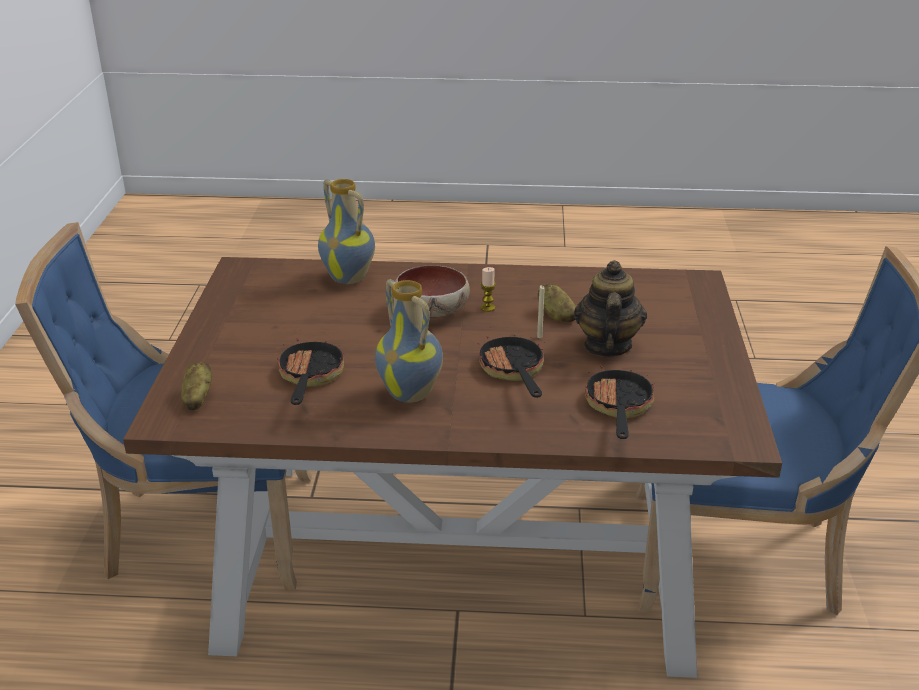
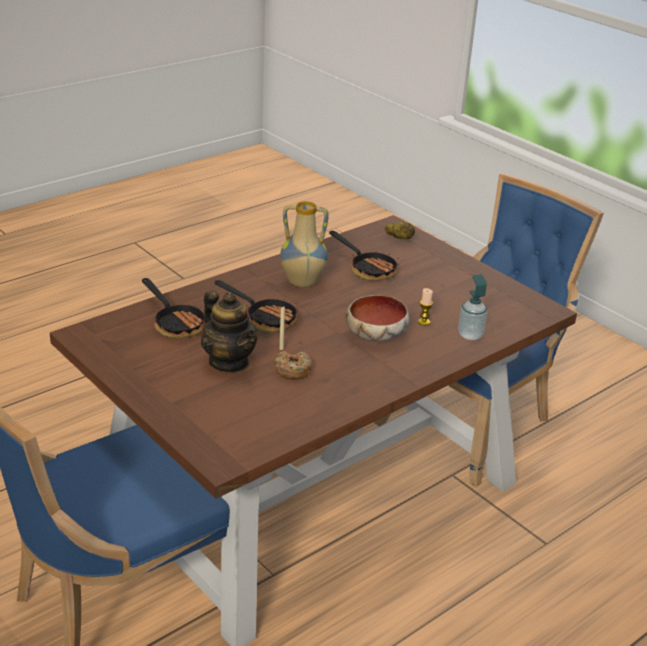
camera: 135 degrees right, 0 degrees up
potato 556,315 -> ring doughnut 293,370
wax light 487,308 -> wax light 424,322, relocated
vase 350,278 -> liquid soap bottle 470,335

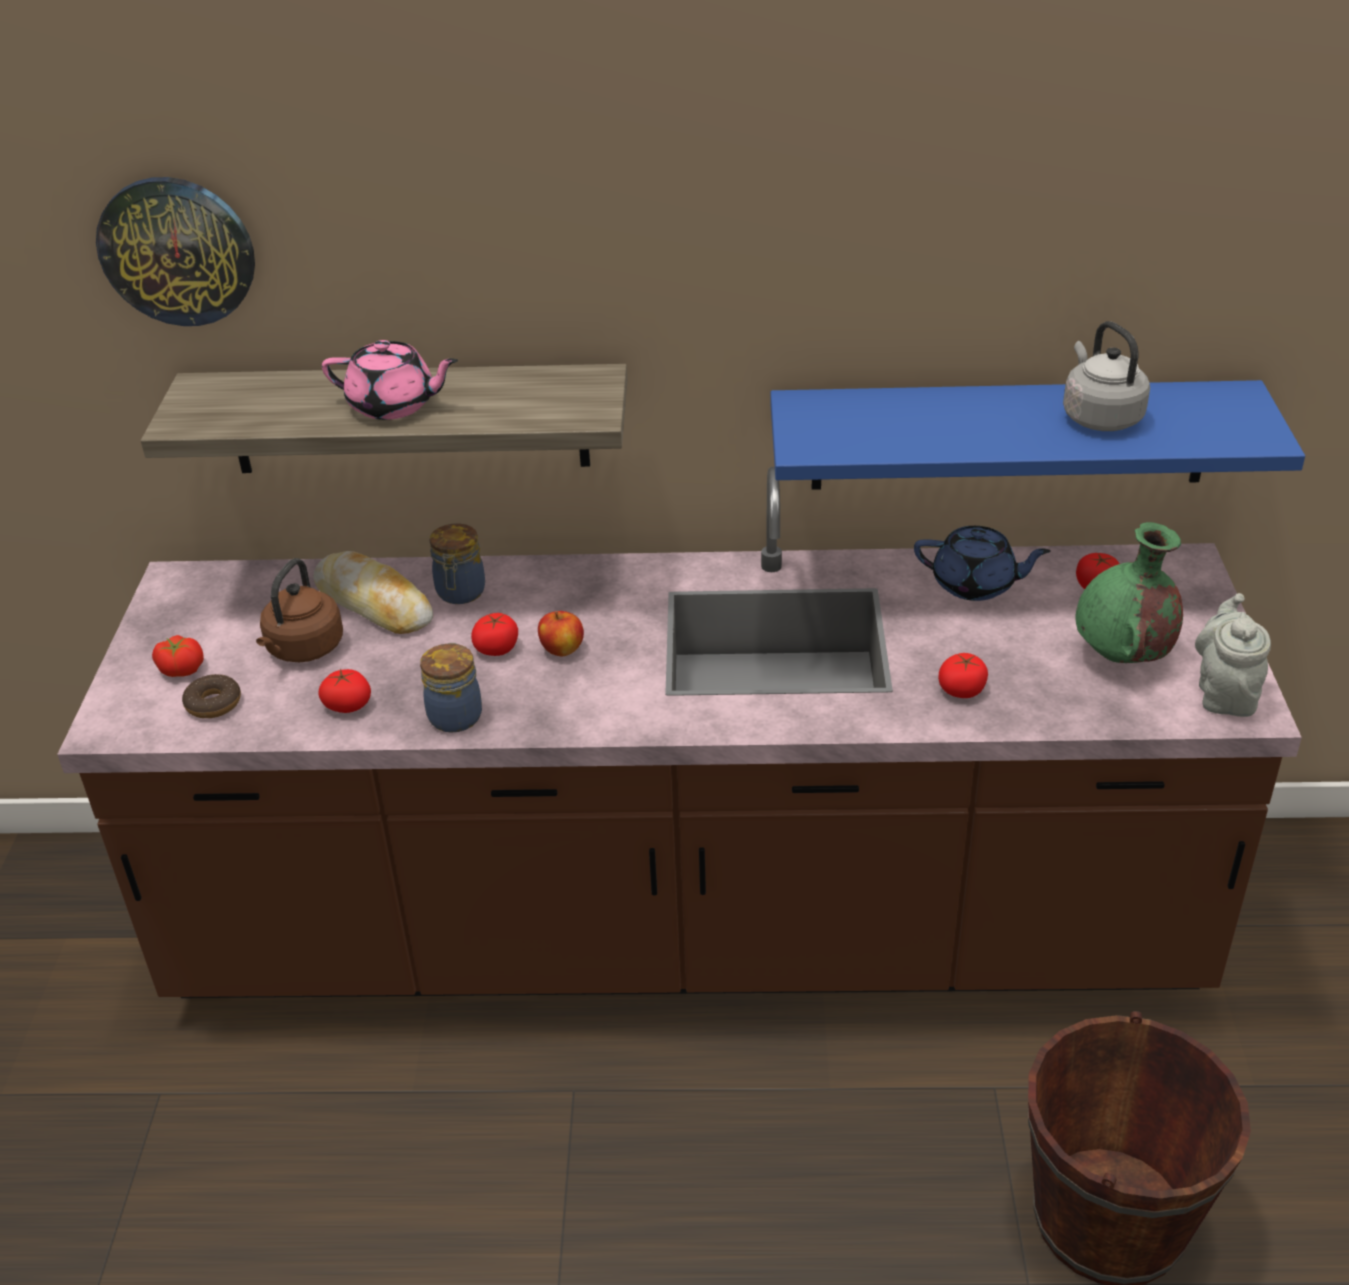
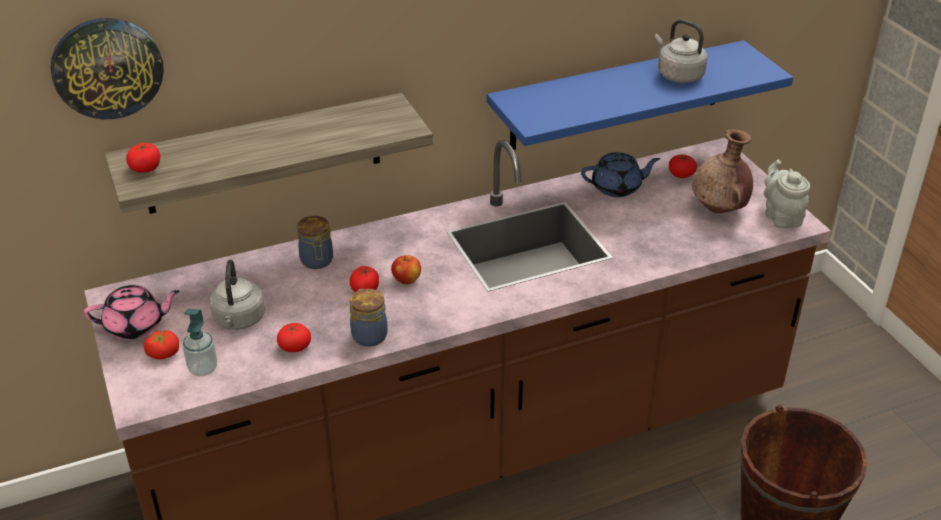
camera: 25 degrees left, 0 degrees up
pot for tea in pink 394,405 -> pot for tea in pink 136,326, relocated
fresh tomato 962,689 -> fresh tomato 145,168, relocated
ring doughnut 213,703 -> liquid soap bottle 203,369
tea kettle in brownish 303,650 -> tea kettle in gray 239,320
vase in green 1122,657 -> vase in brownish 719,210
bread 374,604 -> none

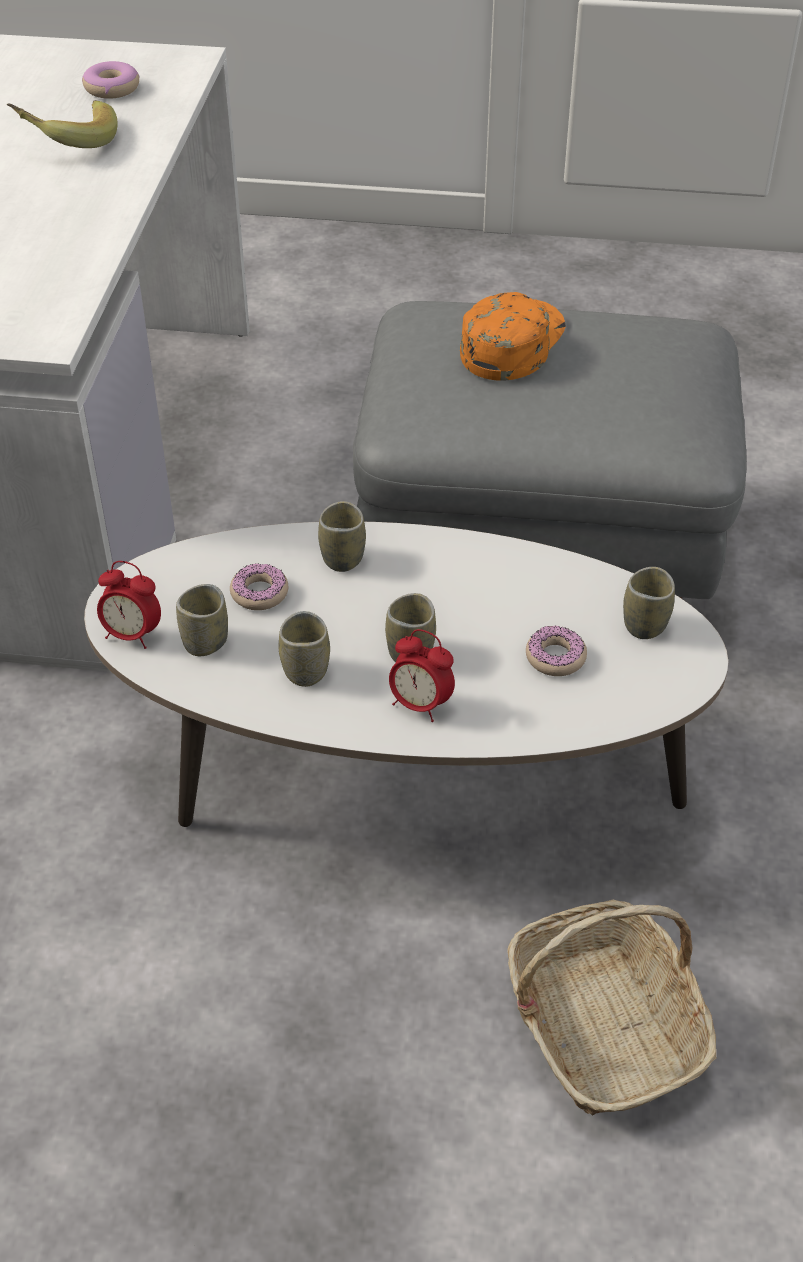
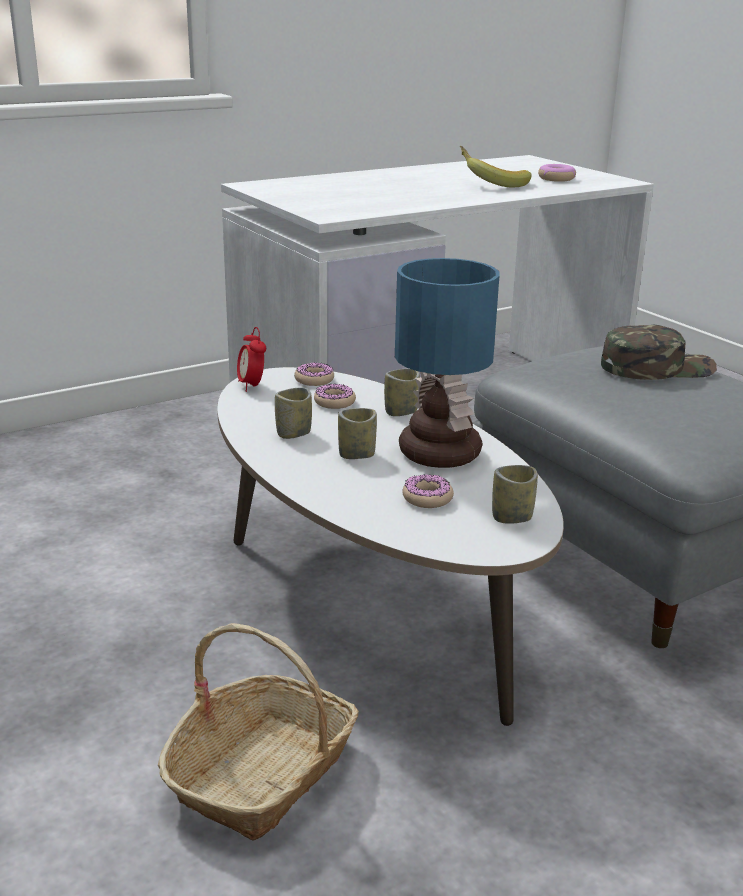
camera: 50 degrees right, 20 degrees down
none -> ring doughnut 314,380
none -> table lamp 436,452
cap in orange 511,343 -> cap in green 656,367
drinking cup 205,642 -> none
table clock 420,704 -> none

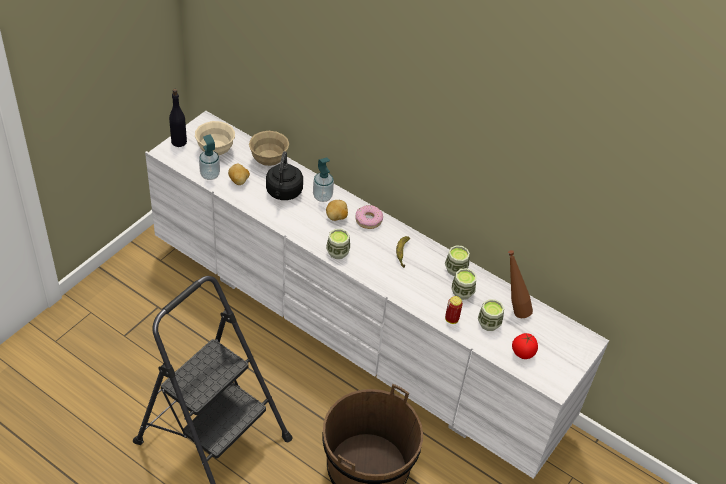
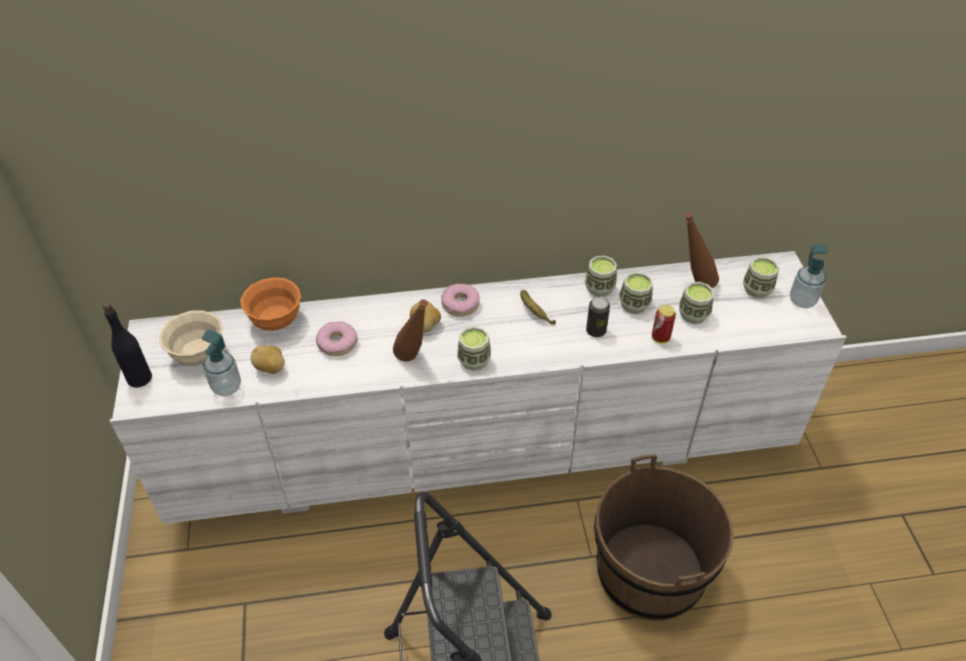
camera: 40 degrees left, 0 degrees up
serving bowl in sand-coloured 268,160 -> serving bowl in orange 276,321
tea kettle in blackish 283,193 -> ring doughnut 337,343
none -> bottle in brownish 414,361
none -> can 596,331
none -> drinking cup 757,289
liquid soap bottle 322,196 -> liquid soap bottle 802,301, relocated
fresh tomato 522,353 -> none

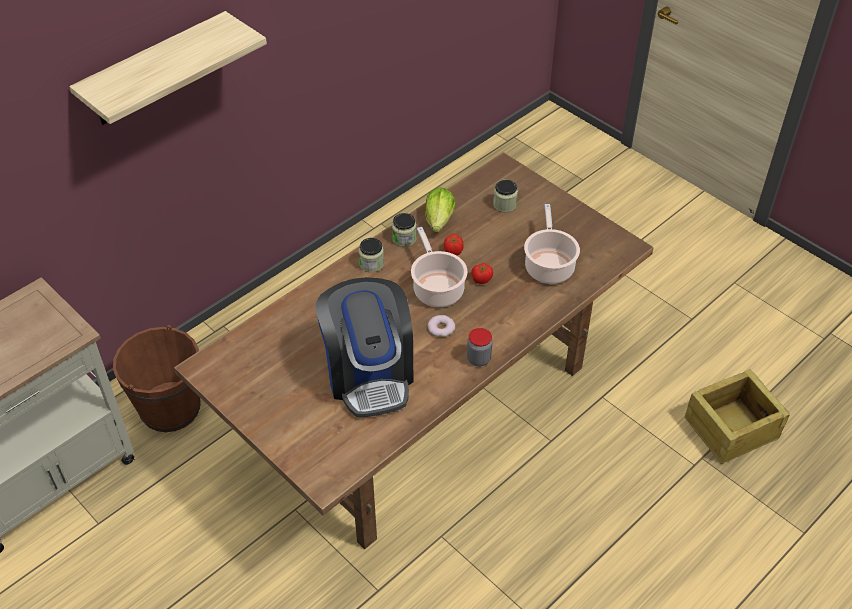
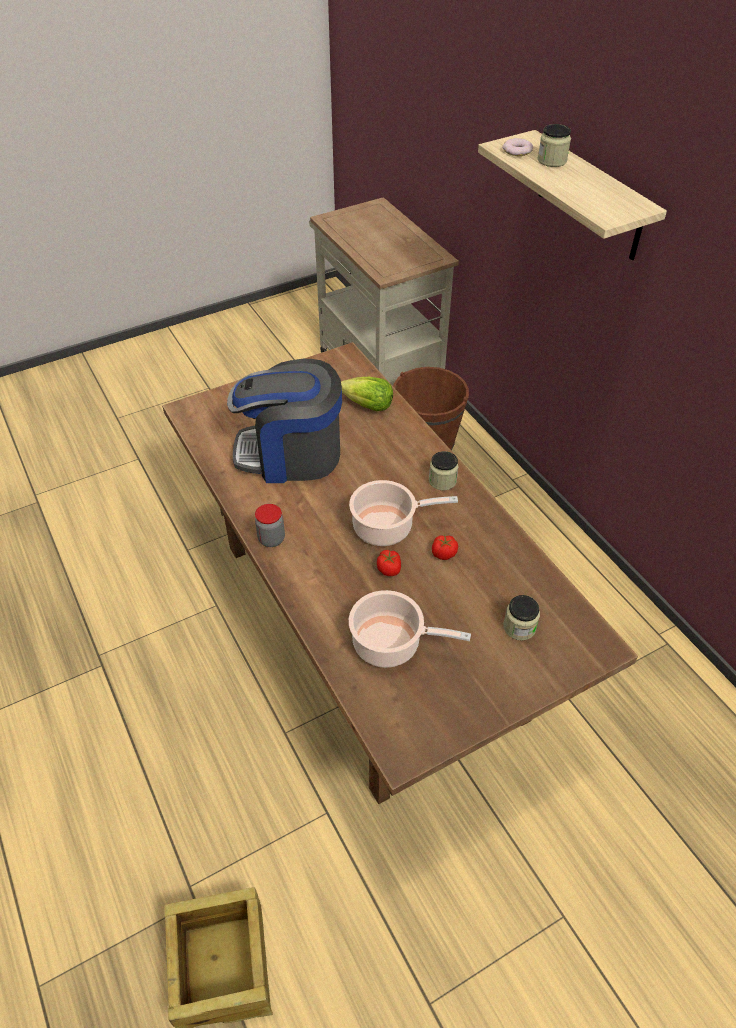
camera: 105 degrees right, 0 degrees up
lettuce 439,220 -> lettuce 368,406, relocated
ring doughnut 441,328 -> ring doughnut 517,151, relocated
storage jar 404,239 -> storage jar 552,160, relocated

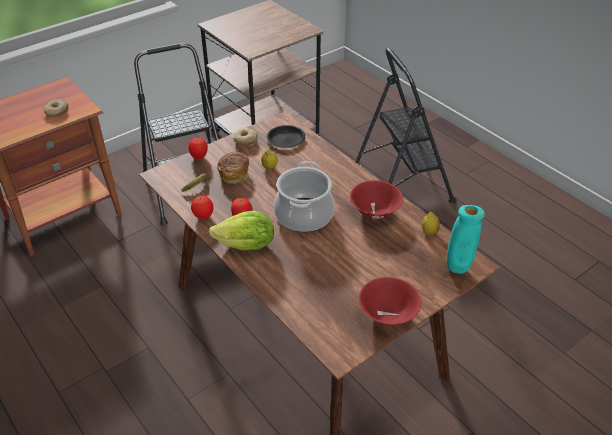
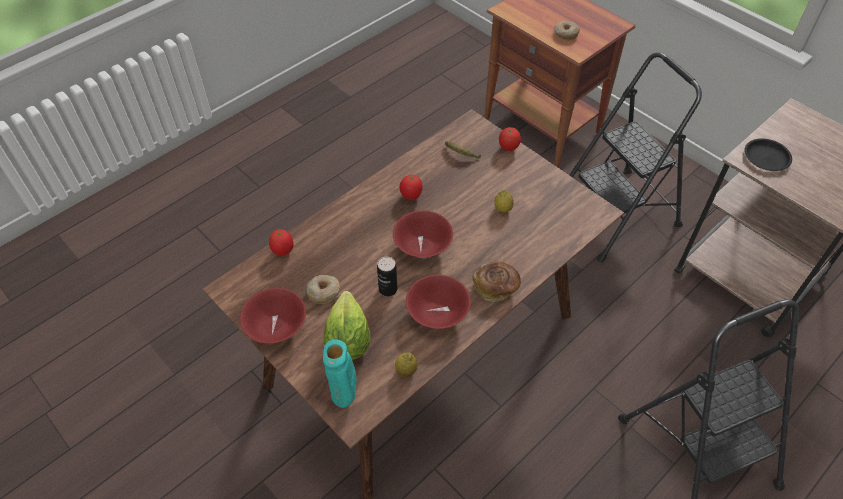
camera: 85 degrees right, 10 degrees up
fresh tomato 203,216 -> fresh tomato 283,251, relocated
ring doughnut 245,141 -> ring doughnut 323,292, relocated
lettuce 246,246 -> lettuce 348,340, relocated
none -> can 388,289
stockpot 303,215 -> serving bowl in red-coloured 423,246
bread 234,174 -> bread 496,287, relocated
dinner plate in blackish 286,139 -> dinner plate in blackish 766,157, relocated

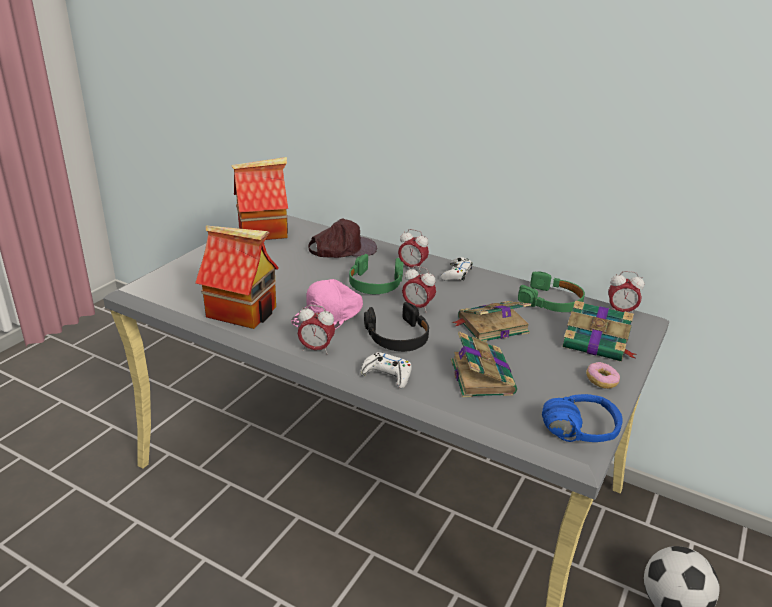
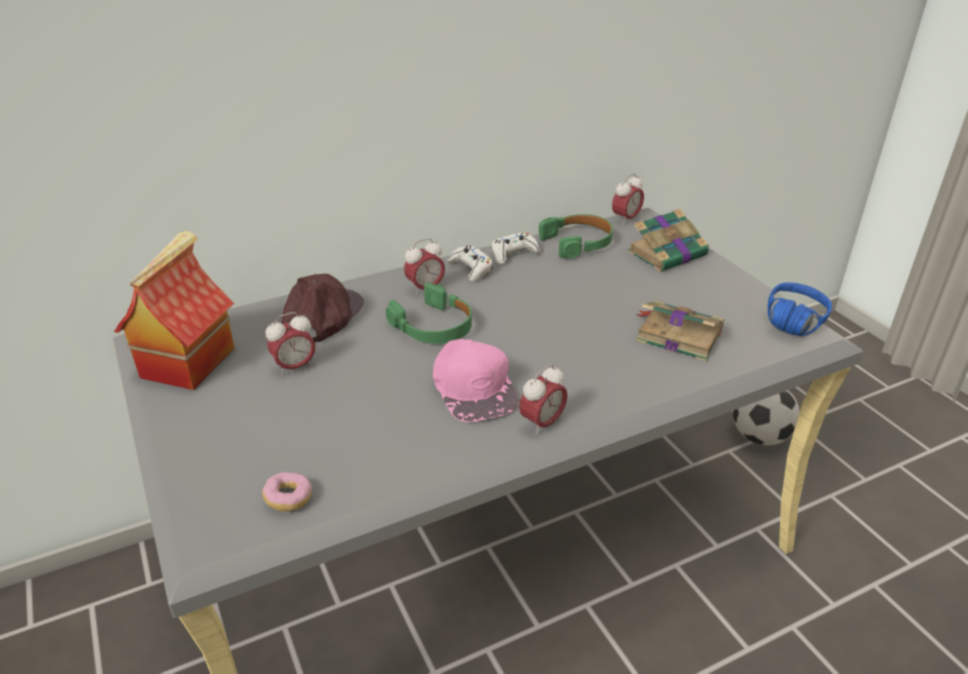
camera: 55 degrees left, 5 degrees up
ring doughnut 601,381 -> ring doughnut 289,499, relocated
table clock 417,307 -> table clock 295,367, relocated
gamepad in whitish 387,375 -> gamepad in whitish 513,254, relocated
model house 243,311 -> none
pair of headphones in blackish 397,337 -> none
volume 491,326 -> none

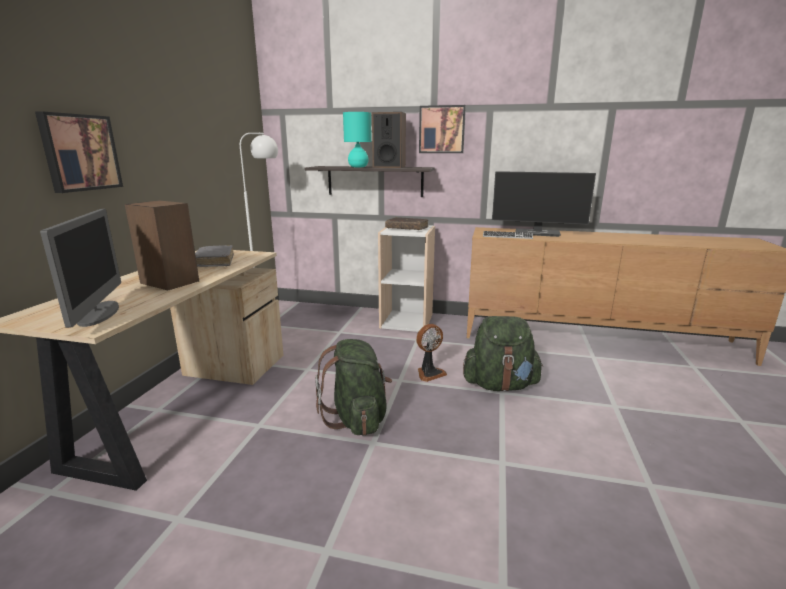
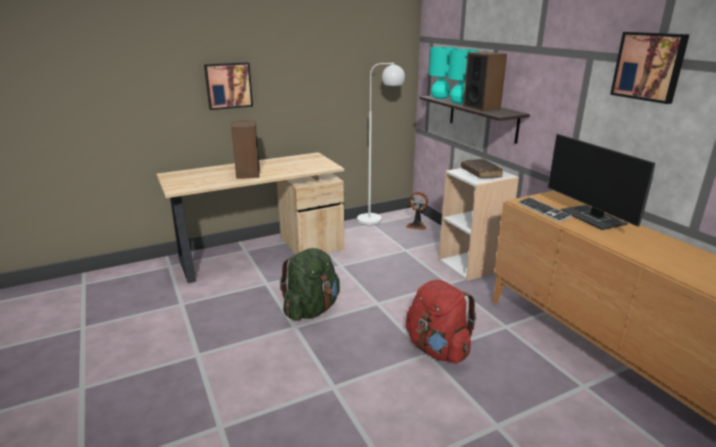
camera: 50 degrees right, 5 degrees up
cooling fan 429,373 -> cooling fan 417,225, relocated
rucksack in green 500,385 -> rucksack in red-coloured 437,349
none -> table lamp in blue-green 440,98
picture 442,129 -> picture 649,66, relocated
computer display 98,313 -> none
volume in gray 214,262 -> none

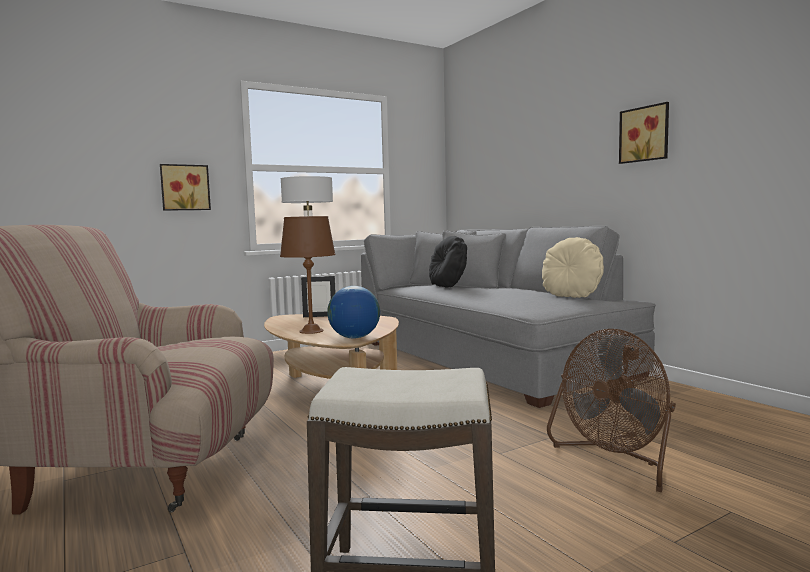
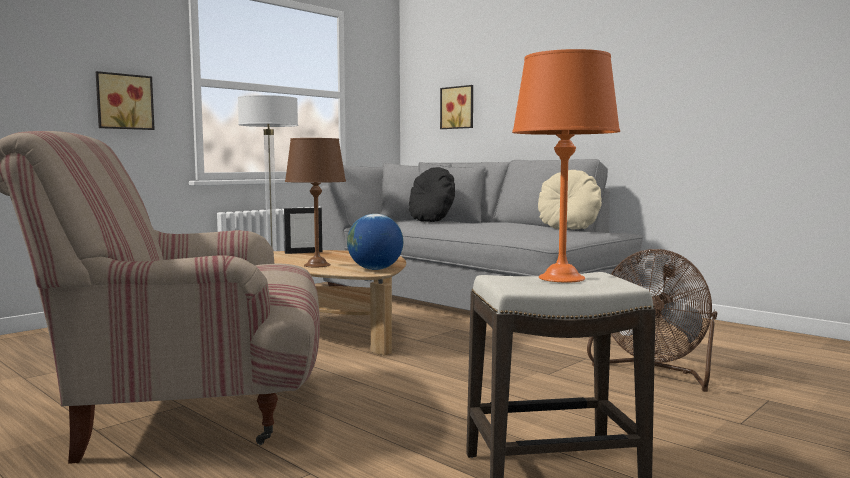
camera: 15 degrees left, 0 degrees up
picture 645,134 -> picture 458,107, relocated
none -> table lamp in orange 561,278

